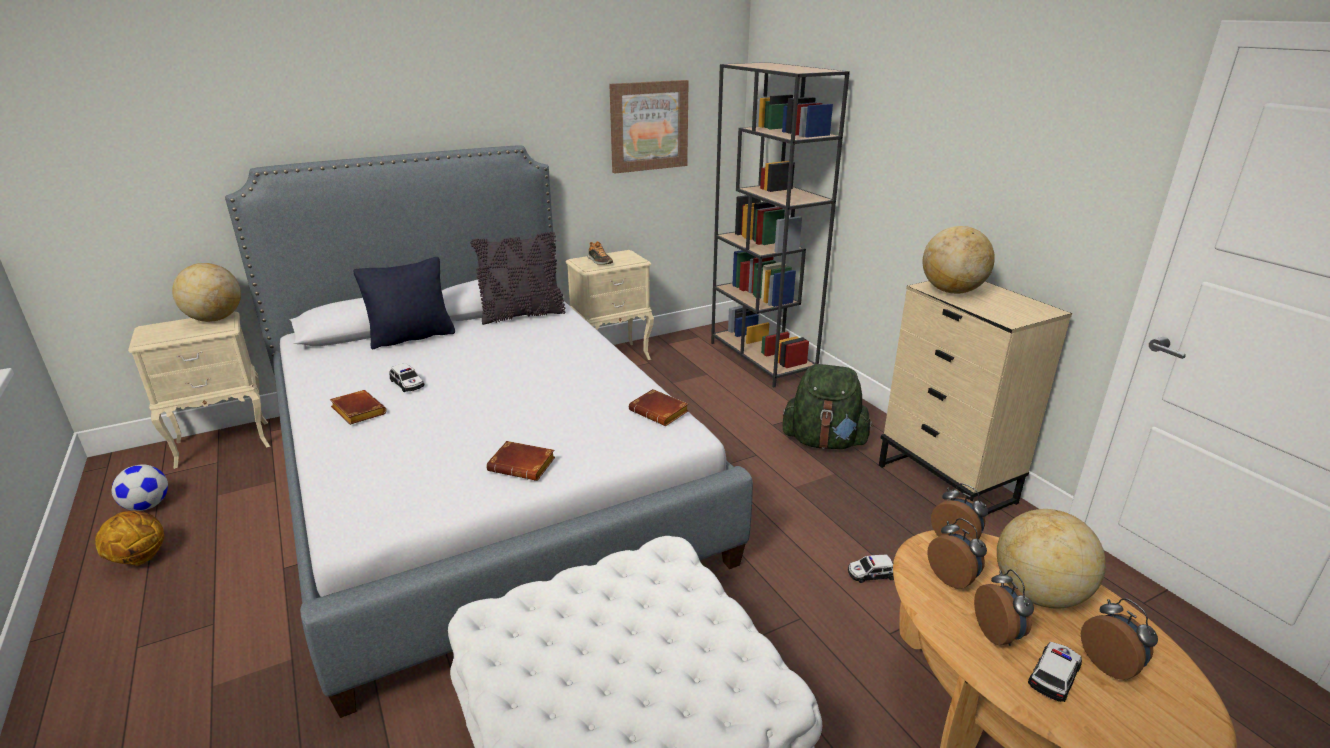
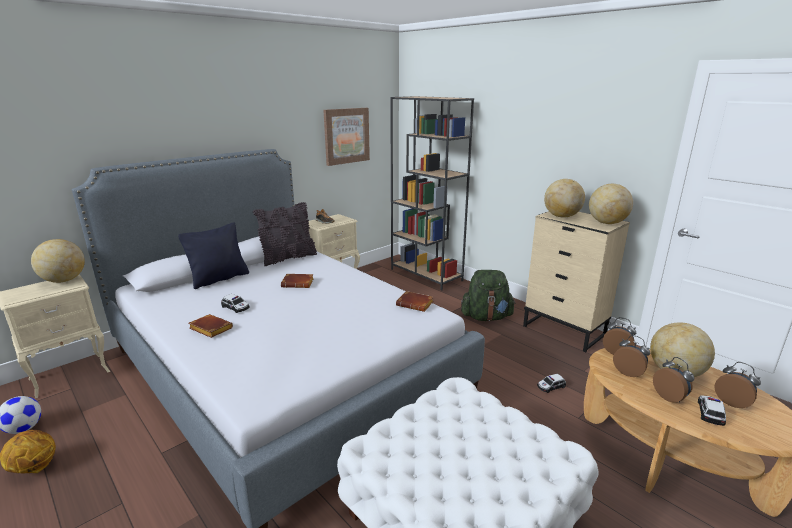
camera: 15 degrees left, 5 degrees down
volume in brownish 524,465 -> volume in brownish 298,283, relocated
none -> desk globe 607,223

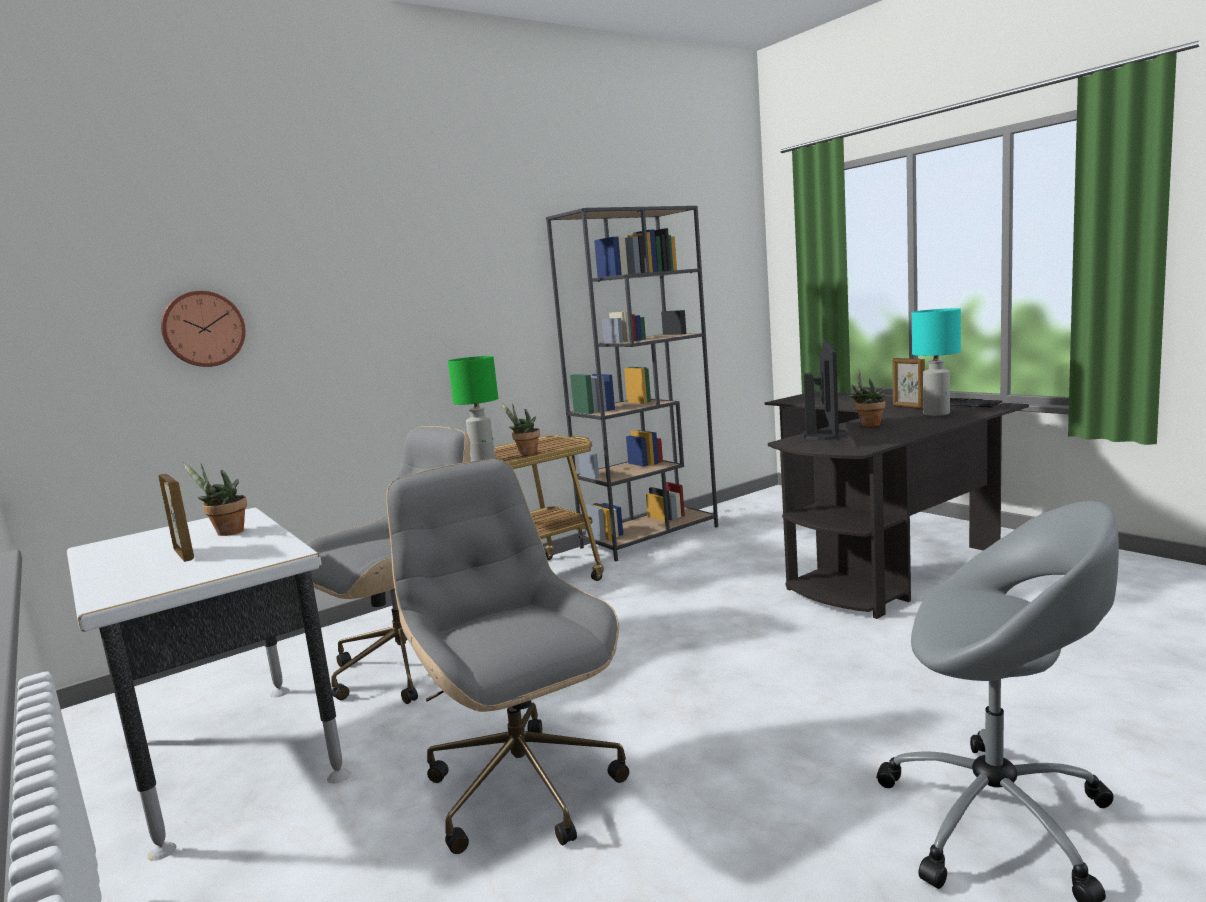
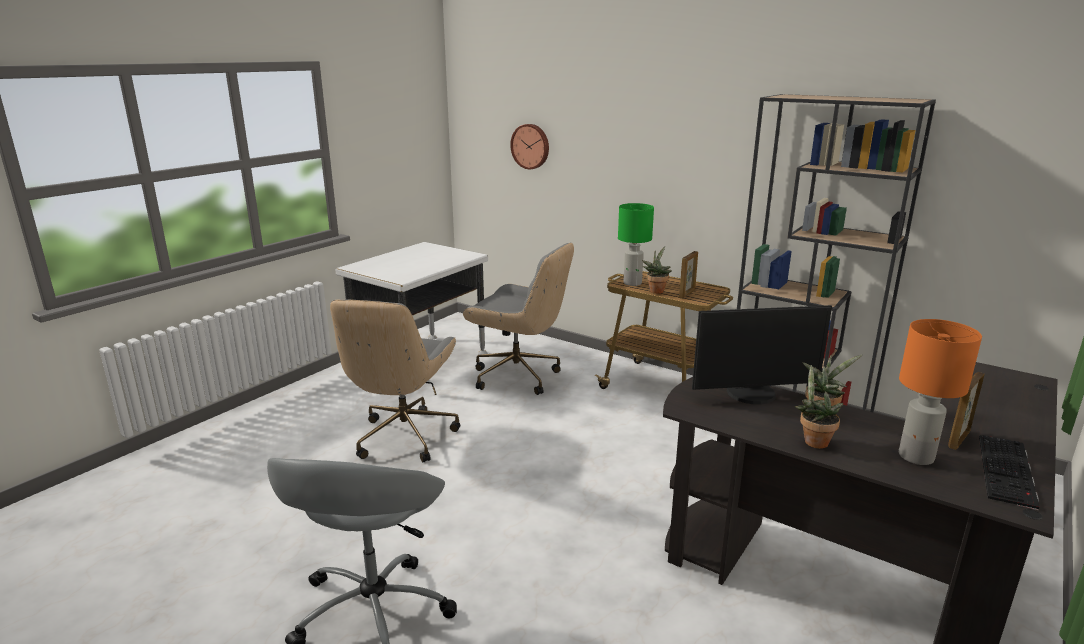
camera: 70 degrees right, 10 degrees up
office chair in gray 520,784 -> office chair in gray 404,439, 150 degrees clockwise
picture frame 184,554 -> picture frame 687,294, relocated
plant in a pot 226,532 -> plant in a pot 813,441, relocated
table lamp in blue-green 935,414 -> table lamp in orange 916,456

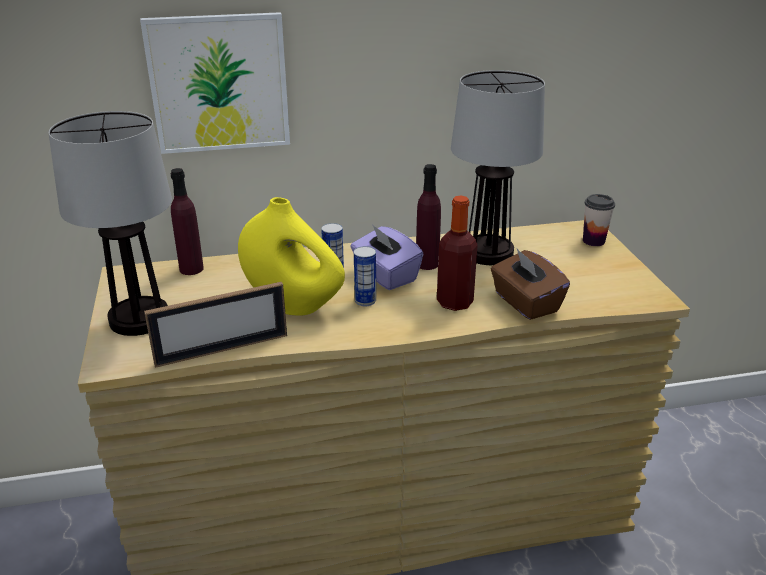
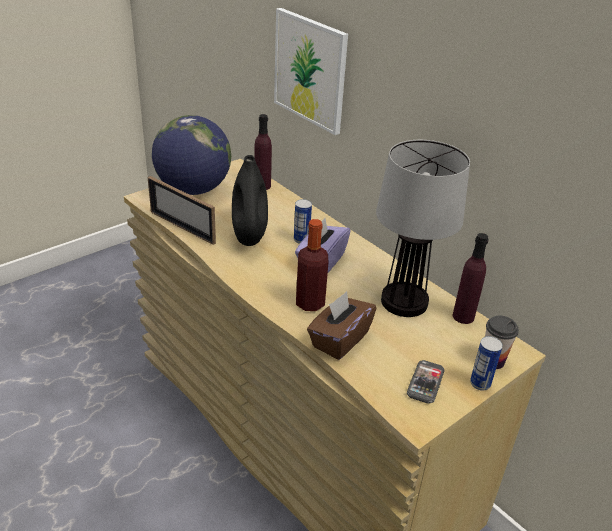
camera: 60 degrees right, 5 degrees up
table lamp 138,319 -> desk globe 193,190
vase in yellow 293,305 -> vase in blackish 249,236
none -> handset 425,383
bottle in purple-coloured 427,264 -> bottle in purple-coloured 463,316, relocated
can 365,301 -> can 480,383, relocated

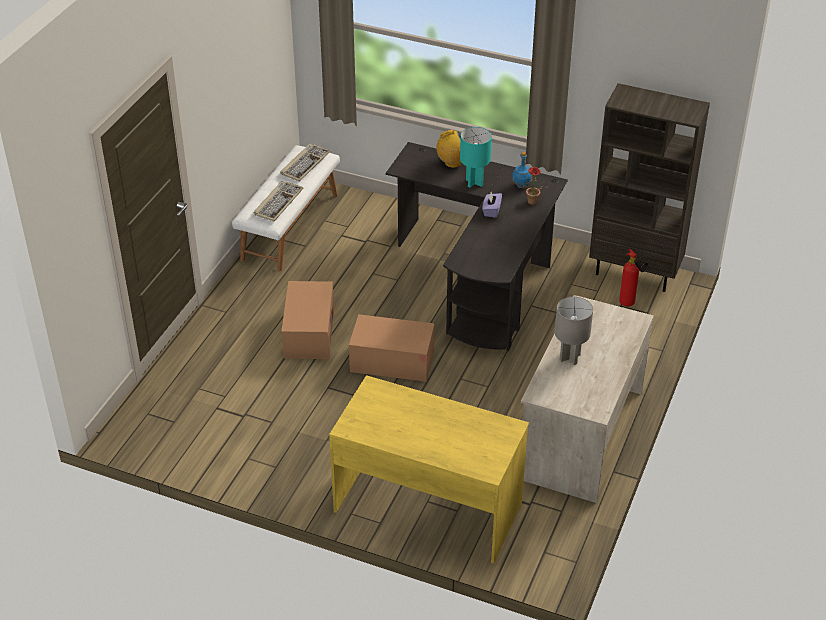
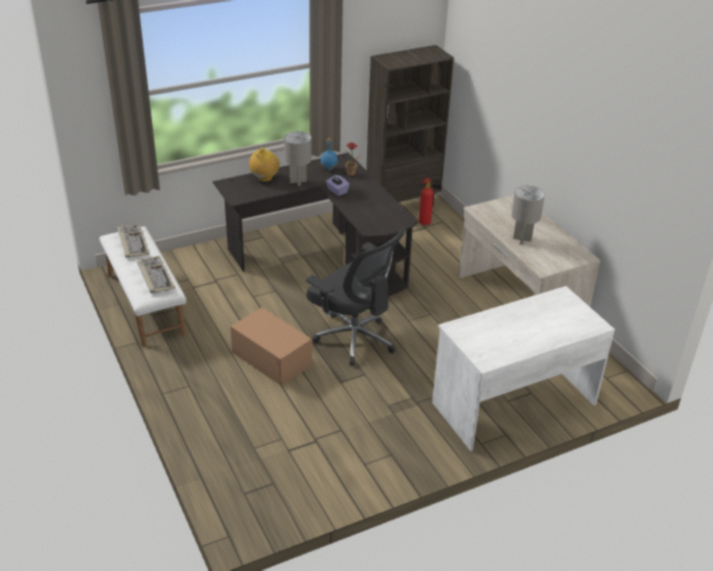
camera: 50 degrees left, 5 degrees down
table lamp in blue-green 474,182 -> table lamp in gray 298,182
packing box 392,361 -> office chair 353,338
desk unit in yellow 428,506 -> desk unit in whitish 513,403

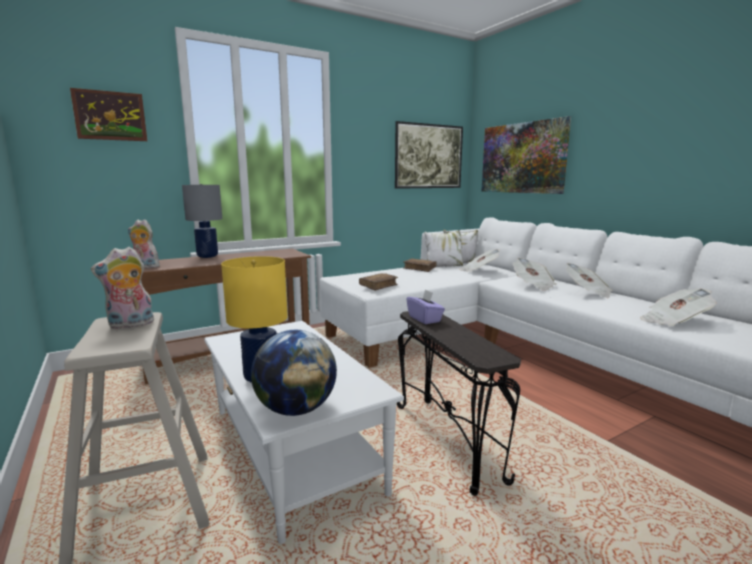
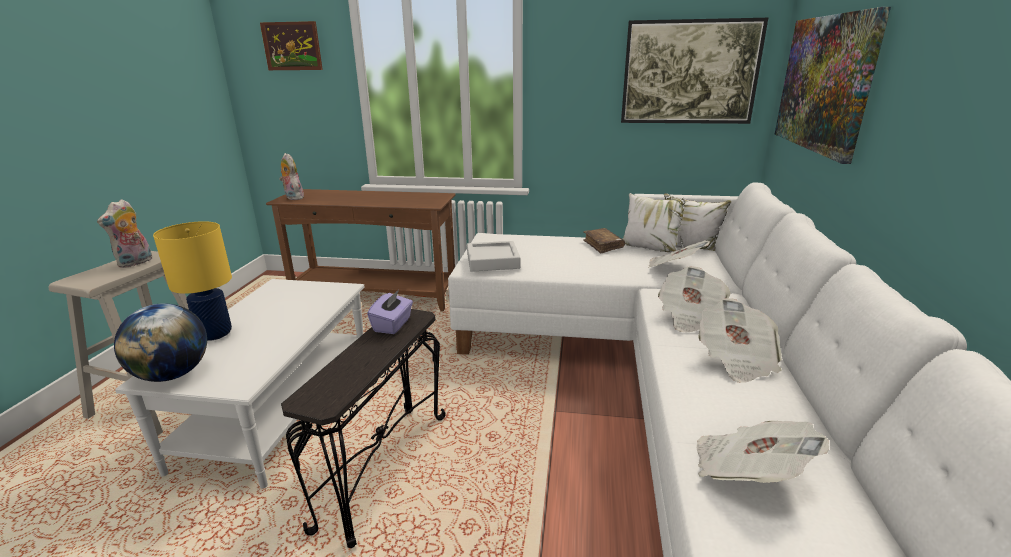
camera: 40 degrees right, 10 degrees up
cuddly toy 130,325 -> cuddly toy 135,263, 75 degrees counterclockwise
volume in brownish 378,286 -> carrying tray in gray 492,261
table lamp in gray 207,257 -> none

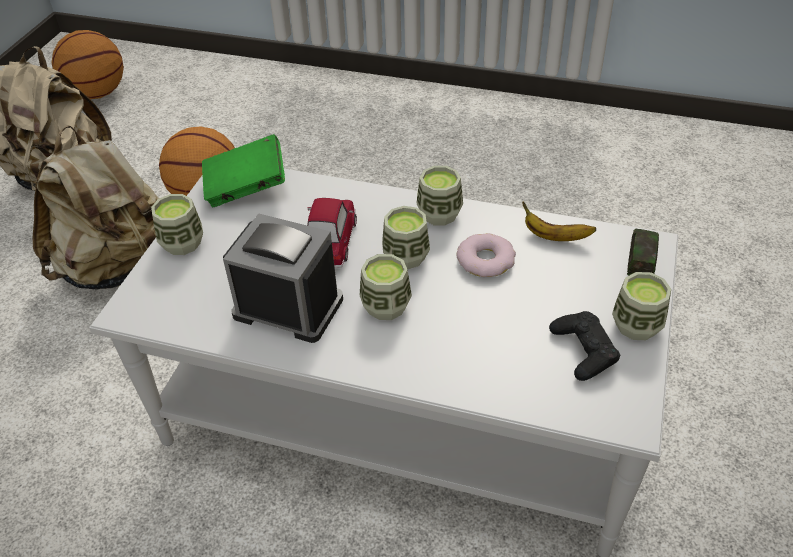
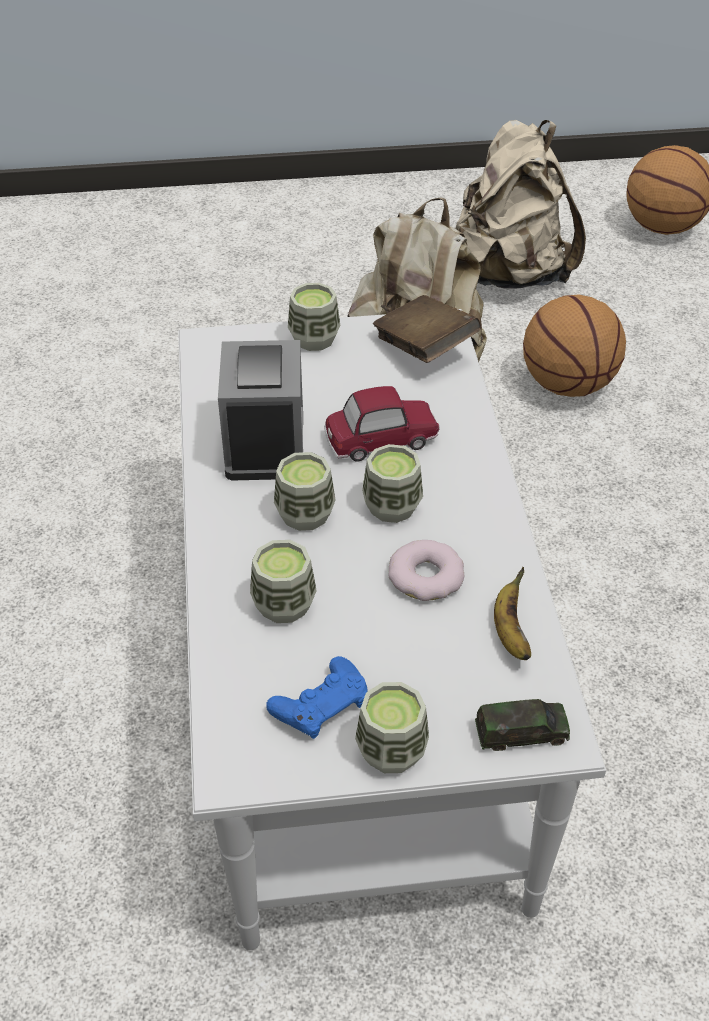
camera: 65 degrees right, 0 degrees up
drinking cup 439,214 -> drinking cup 284,604, relocated
gamepad in blackish 583,351 -> gamepad in bluish 321,705
volume in green 246,188 -> volume in brownish 424,348

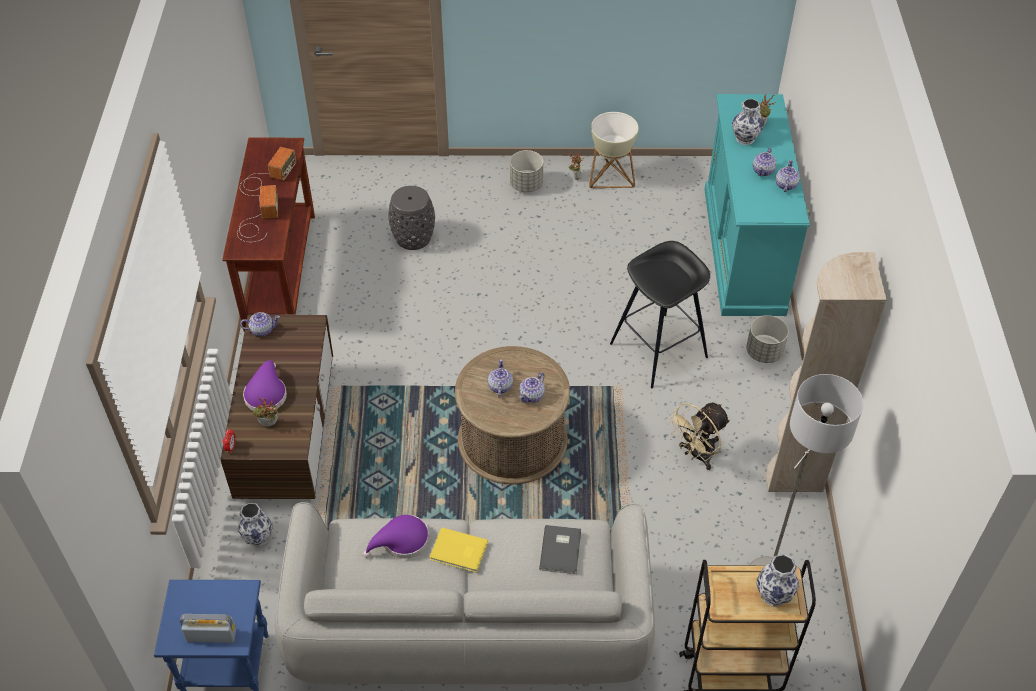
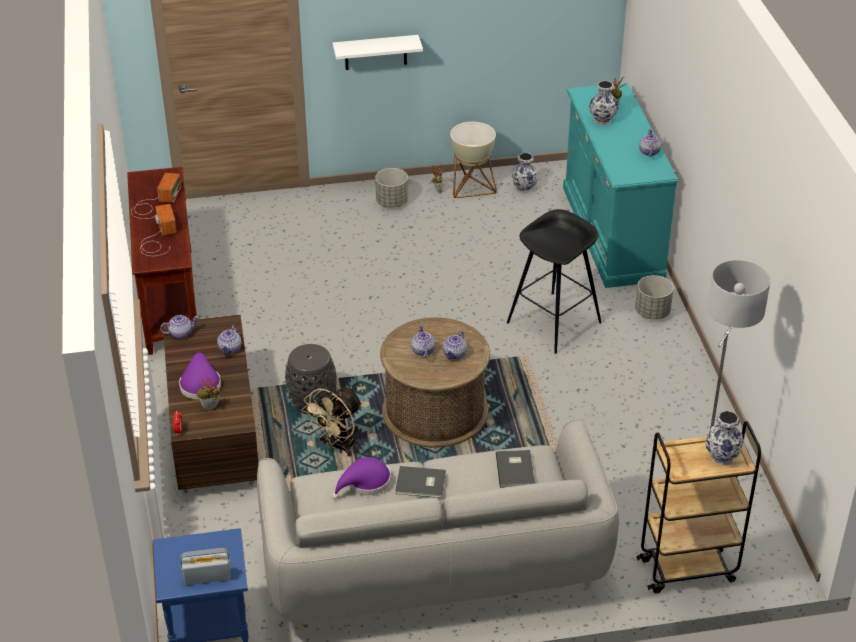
camera: 10 degrees left, 10 degrees down
pot for tea 763,170 -> pot for tea 230,348, relocated
stool in gray 413,238 -> stool in gray 312,402, relocated
cooling fan in sand-coloured 696,455 -> cooling fan in sand-coloured 337,446, relocated
none -> bracket shelf in whitish 375,52
volume in yellow 459,552 -> volume in gray 421,484
vase 257,538 -> vase 524,188, relocated
shelving unit in sand-coloured 792,475 -> none

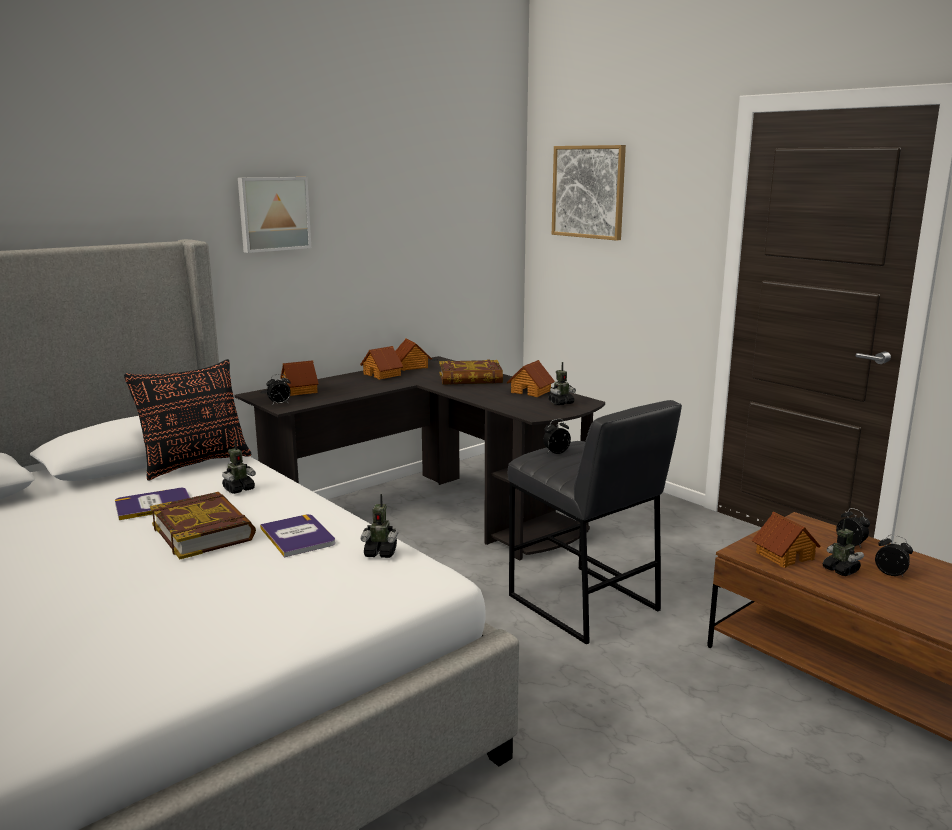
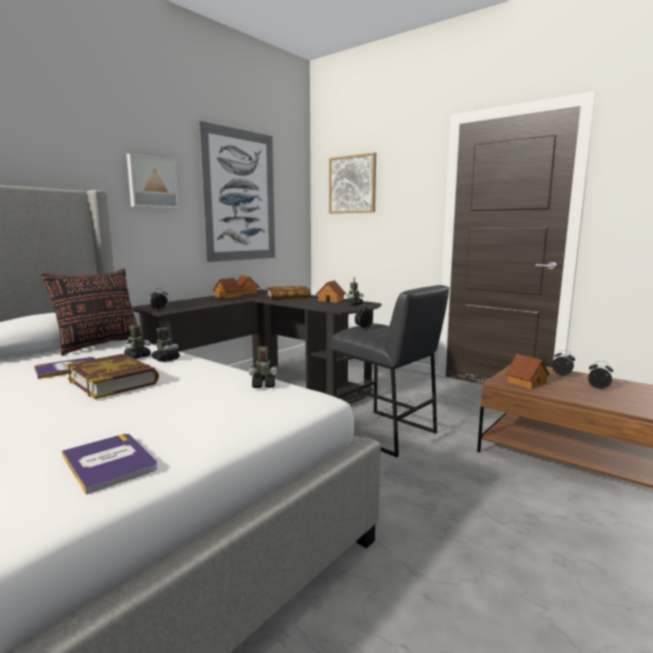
camera: 10 degrees left, 5 degrees down
volume 298,536 -> volume 109,462, relocated
robot figure 840,570 -> robot figure 166,359, relocated
none -> picture 239,196
model house 300,390 -> none

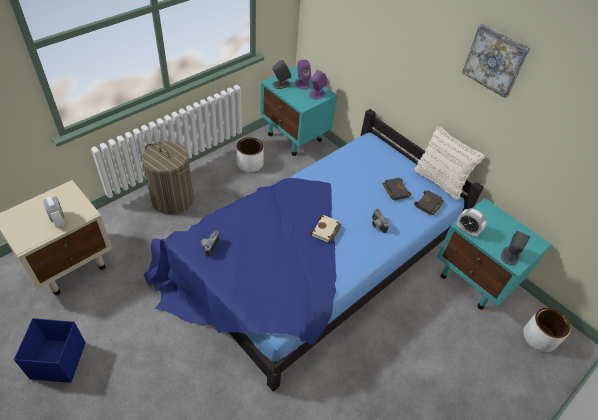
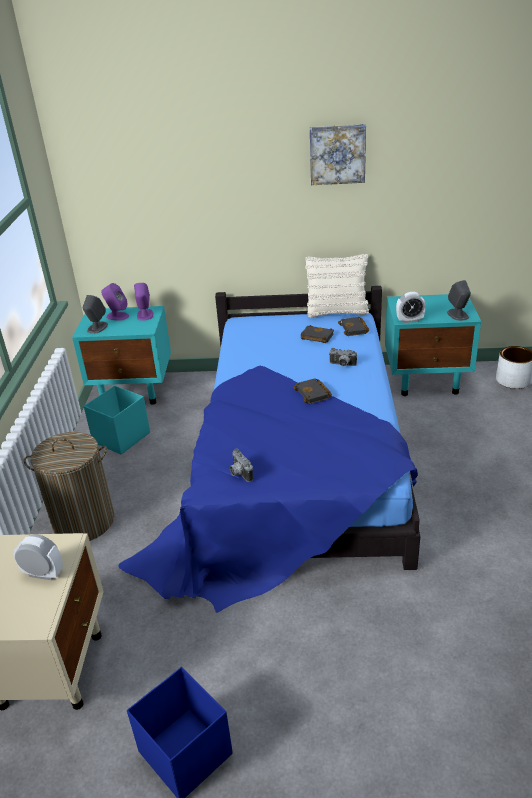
camera: 40 degrees left, 15 degrees down
flower pot in whitish 249,164 -> storage container in blue-green 120,438
volume in sand-coloured 326,231 -> volume in blackish 313,394

